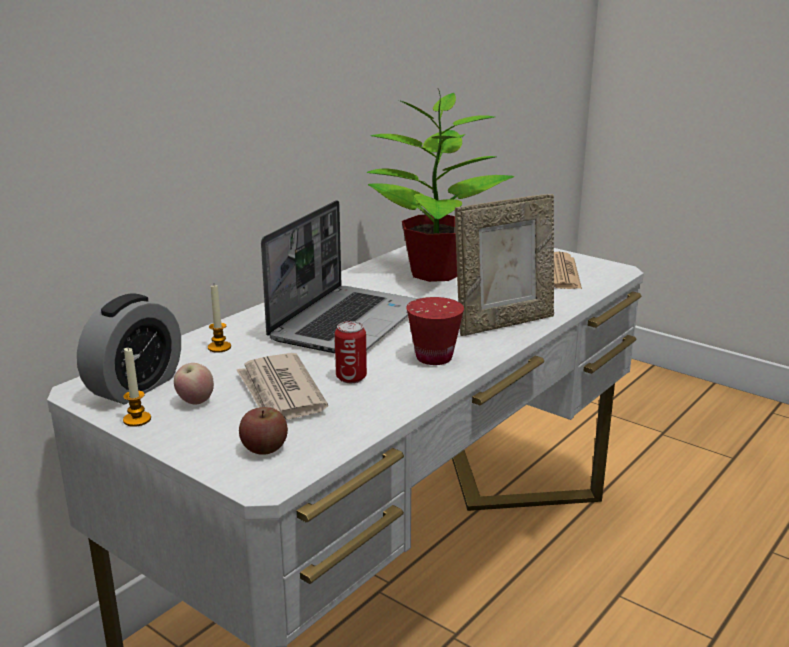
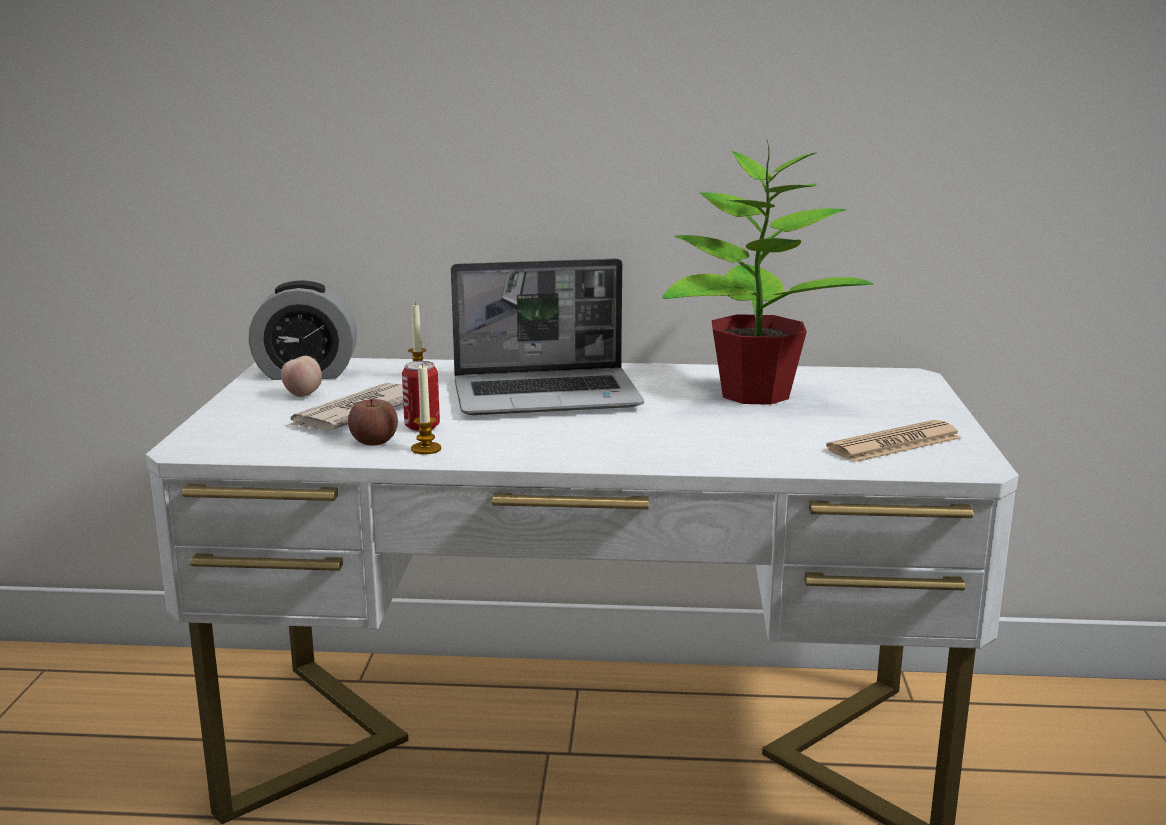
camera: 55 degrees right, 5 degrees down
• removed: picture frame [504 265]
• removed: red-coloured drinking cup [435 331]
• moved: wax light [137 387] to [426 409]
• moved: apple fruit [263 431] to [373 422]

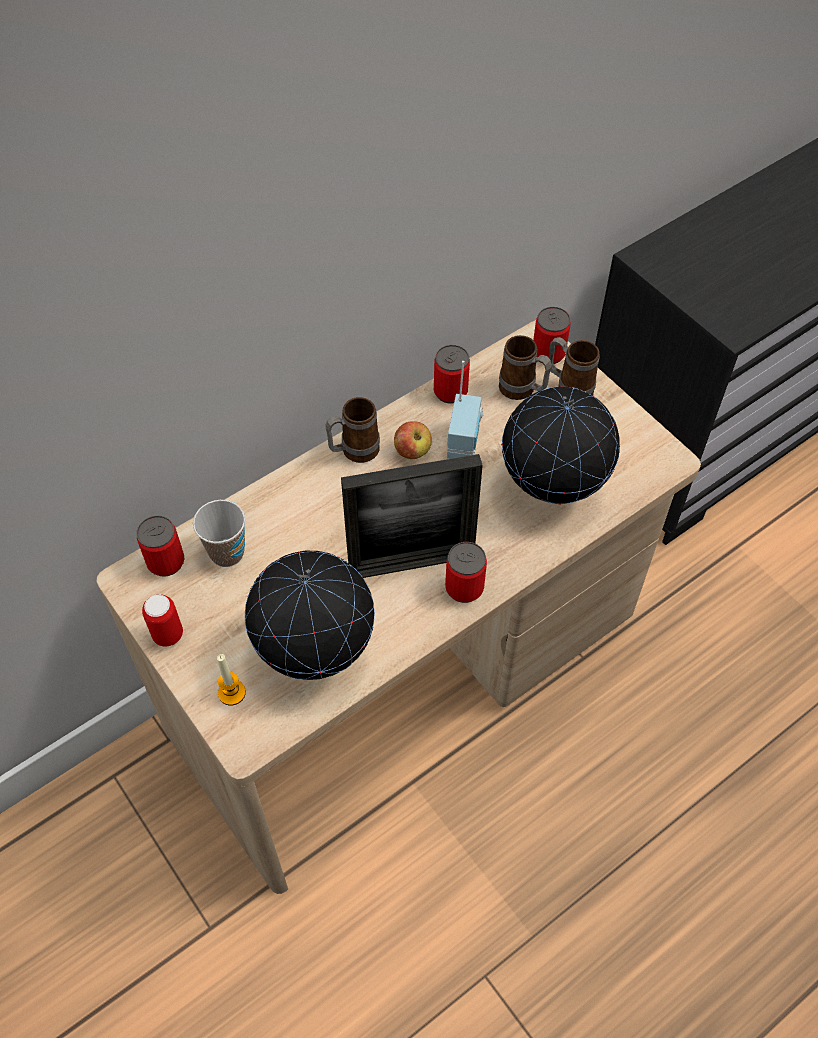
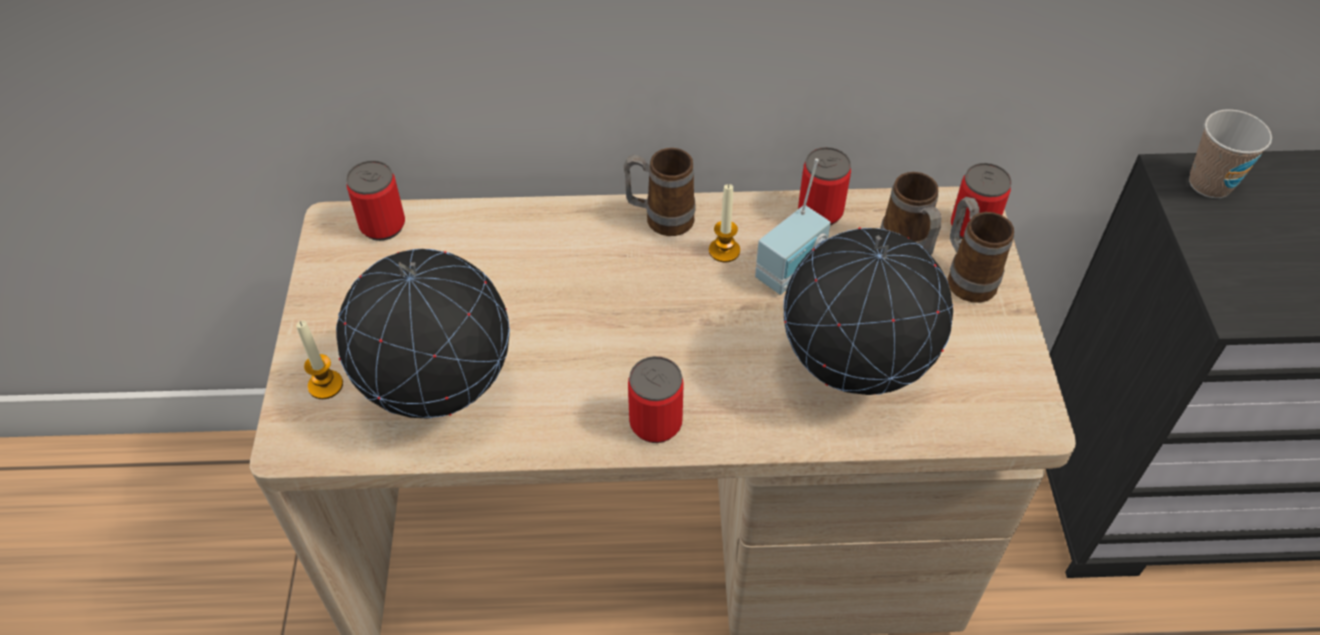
camera: 35 degrees right, 5 degrees down
• replaced: apple fruit [413 440] to wax light [724 223]
• removed: picture frame [412 516]
• moved: drinking cup [219 533] to [1230 153]
• removed: sealed can [162 620]

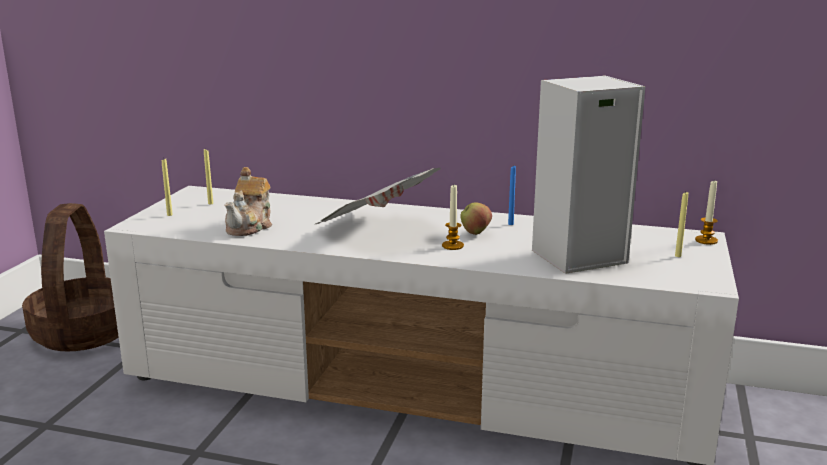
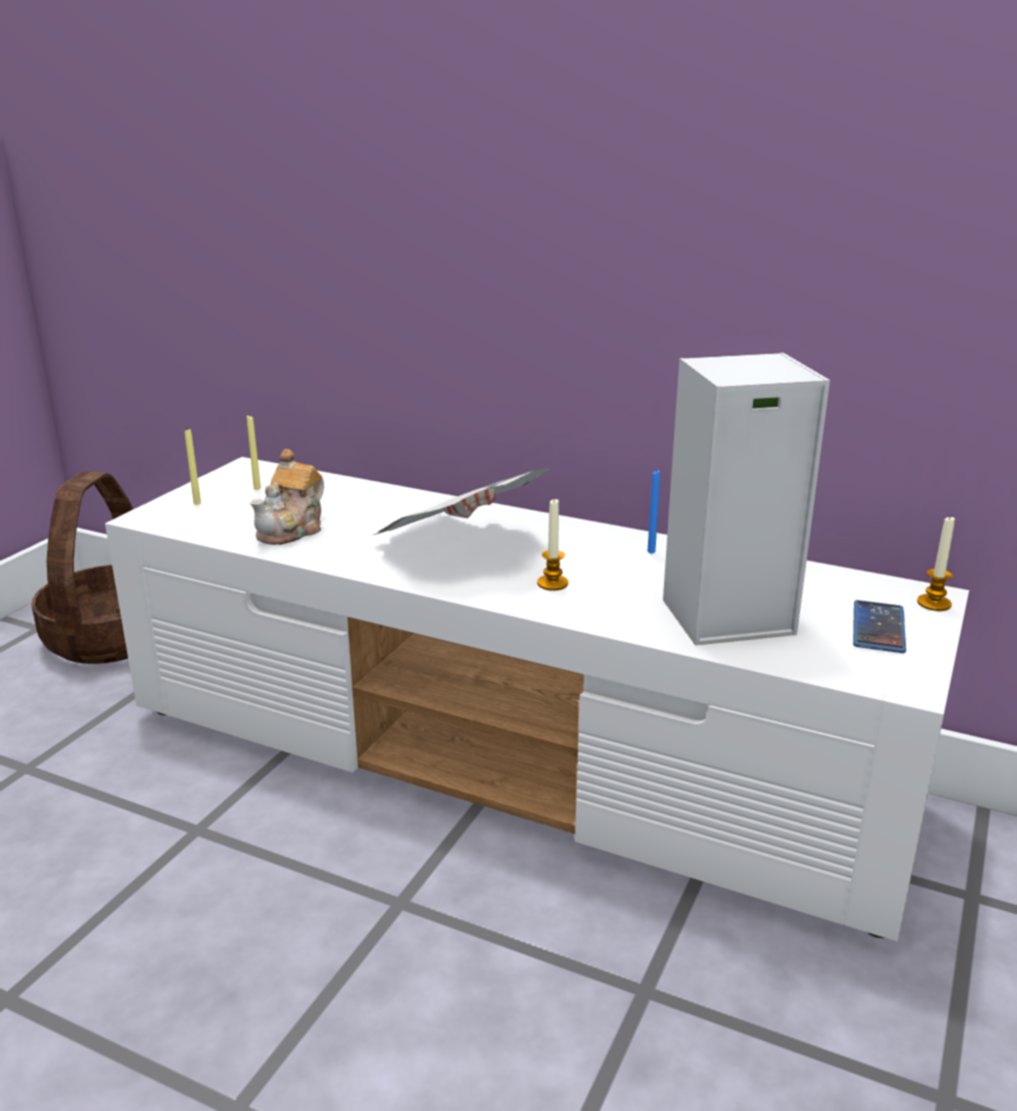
camera: 10 degrees right, 5 degrees up
• replaced: yellowish wax light [681 224] to phone [879 626]
• removed: apple fruit [476 218]

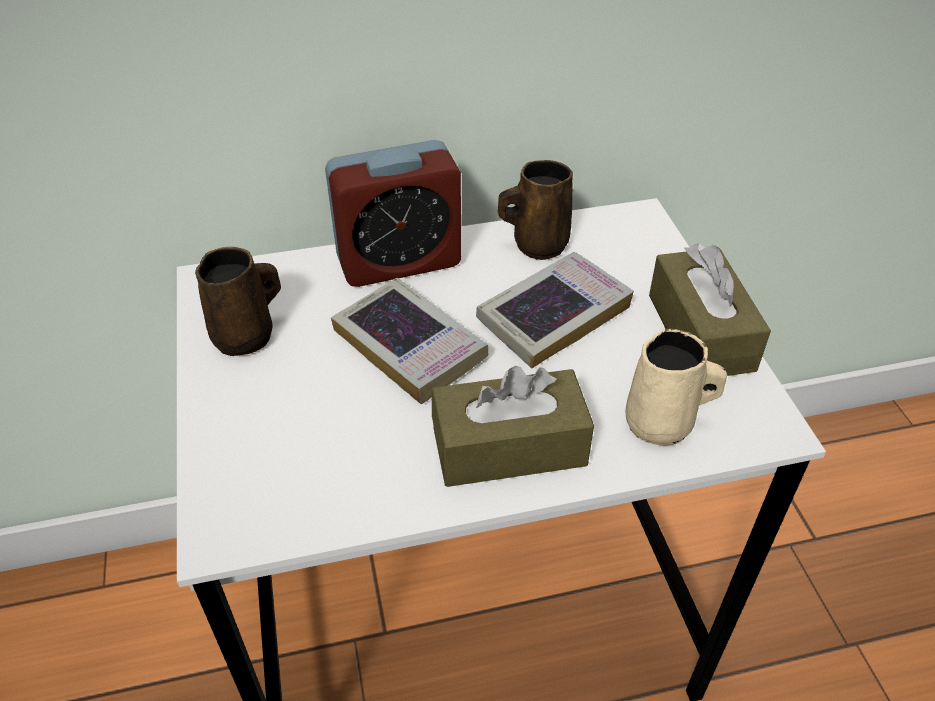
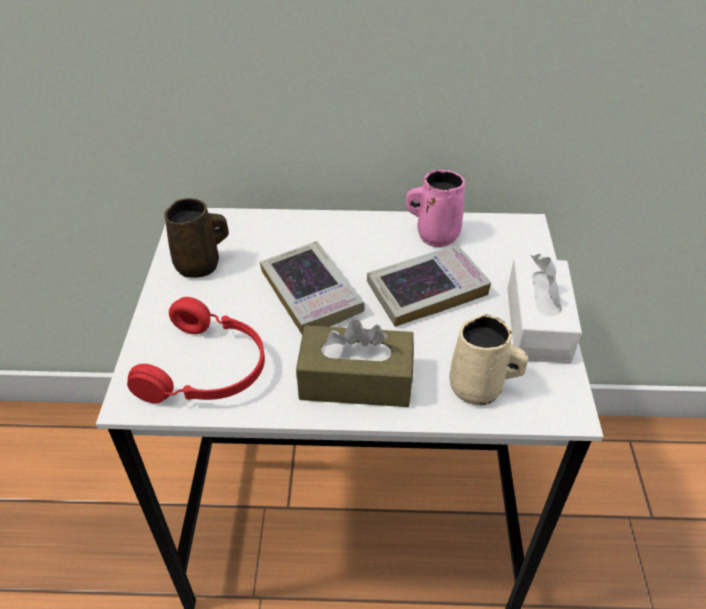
camera: 15 degrees right, 0 degrees up
• removed: bedside clock [393 213]
• recoloured: brown-coloured tea mug [535 210] to pink tea mug [435 208]
• recoloured: brown-coloured tissue holder [710 310] to whitish tissue holder [544 309]
• added: red-coloured pair of headphones [196 350]

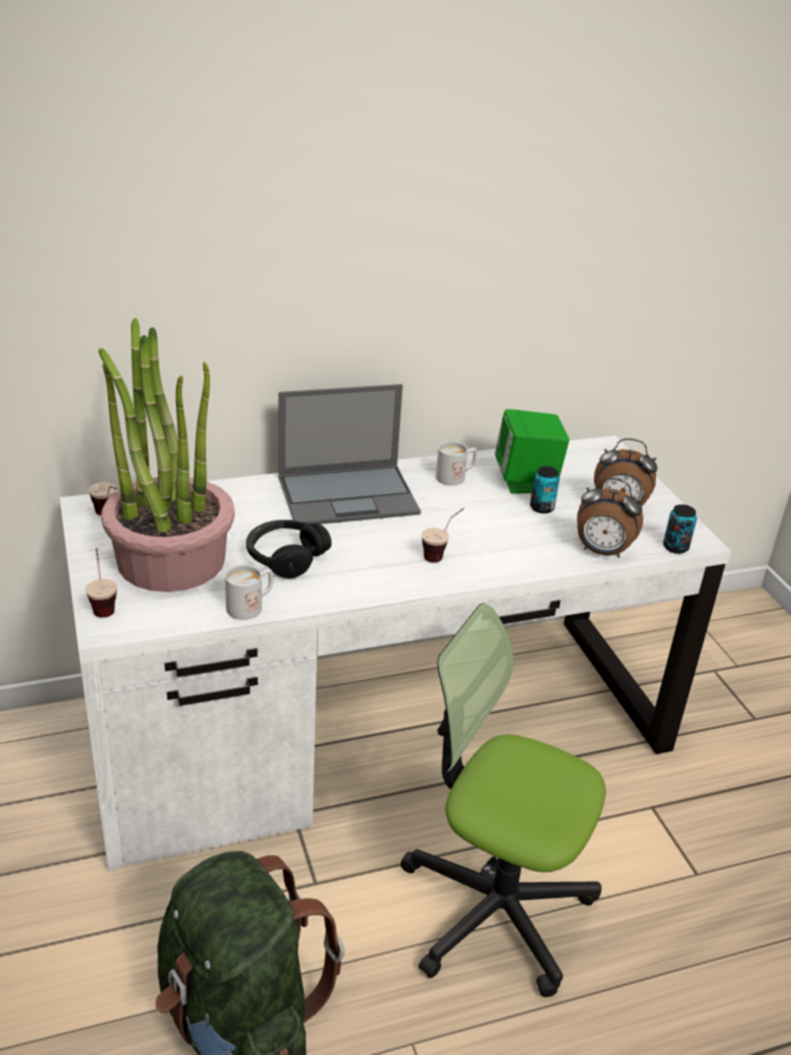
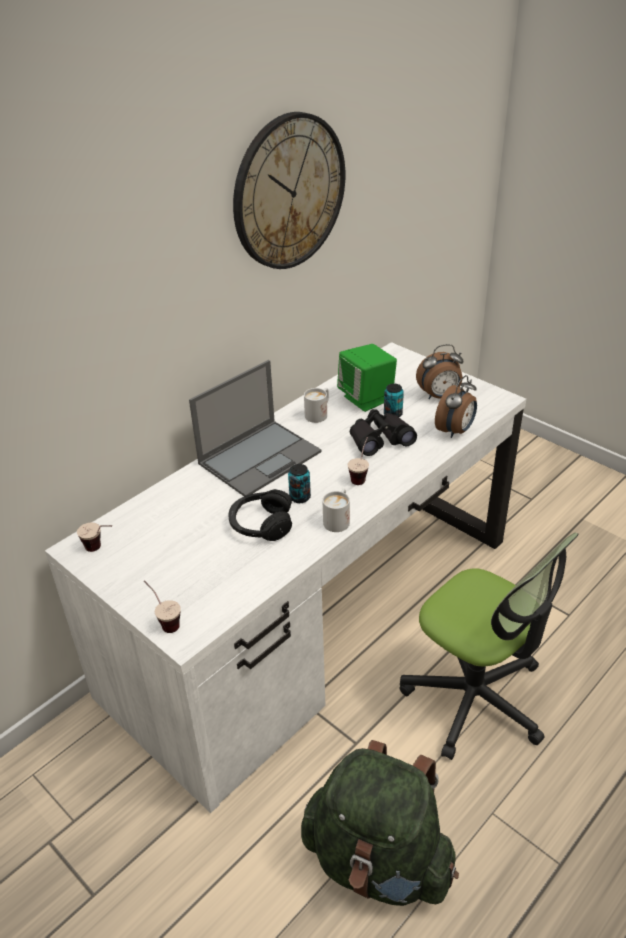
camera: 25 degrees left, 5 degrees up
• removed: potted plant [166 455]
• turned: bedside clock [610 517] = [456 406] 45 degrees counterclockwise
• moved: sealed can [680 529] to [299 483]
• moved: whitish tea mug [249 592] to [336 510]
• turned: desk chair [503 800] = [489 646] 135 degrees counterclockwise
• added: clock on the wall [289 190]
• added: blackish pair of binoculars [383 432]

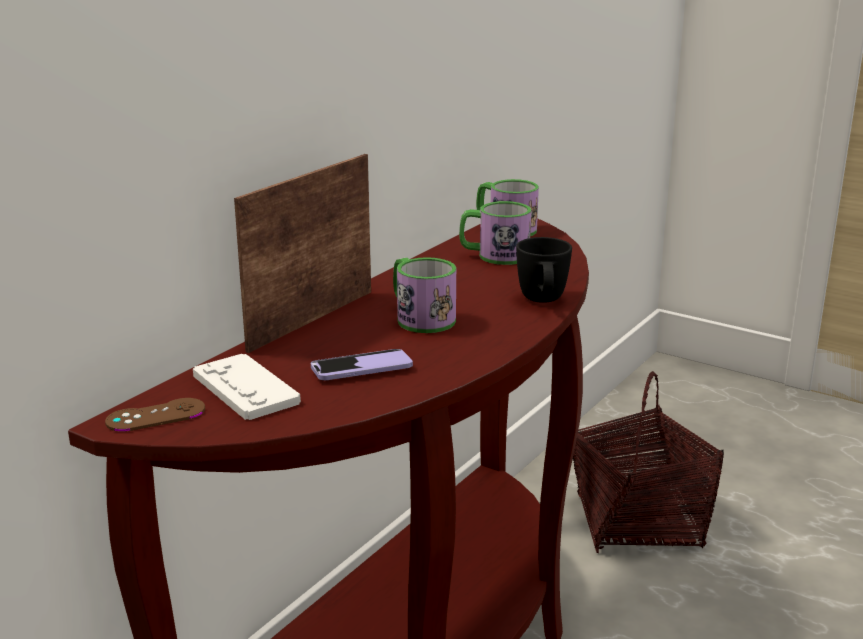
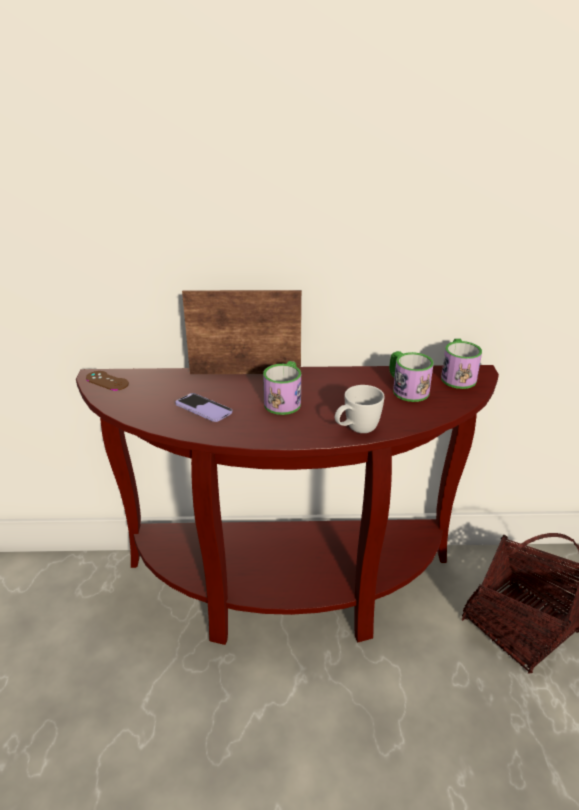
camera: 55 degrees right, 10 degrees up
• recoloured: blackish tea mug [544 270] to whitish tea mug [360 409]
• removed: whitish joypad [247 387]

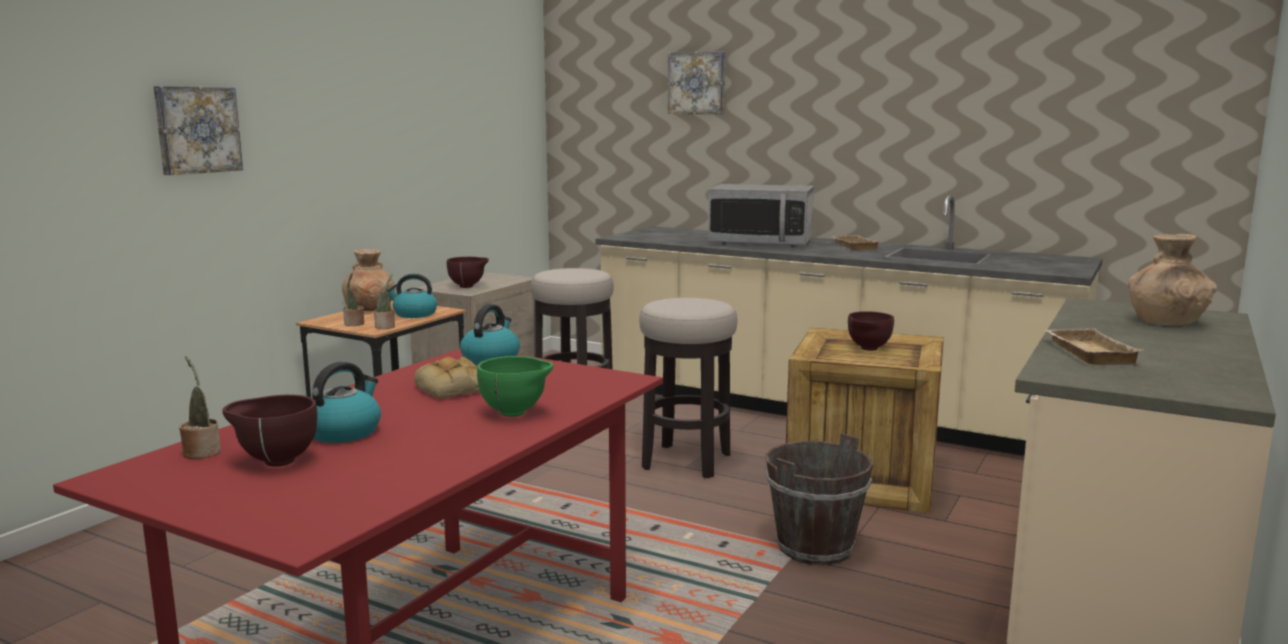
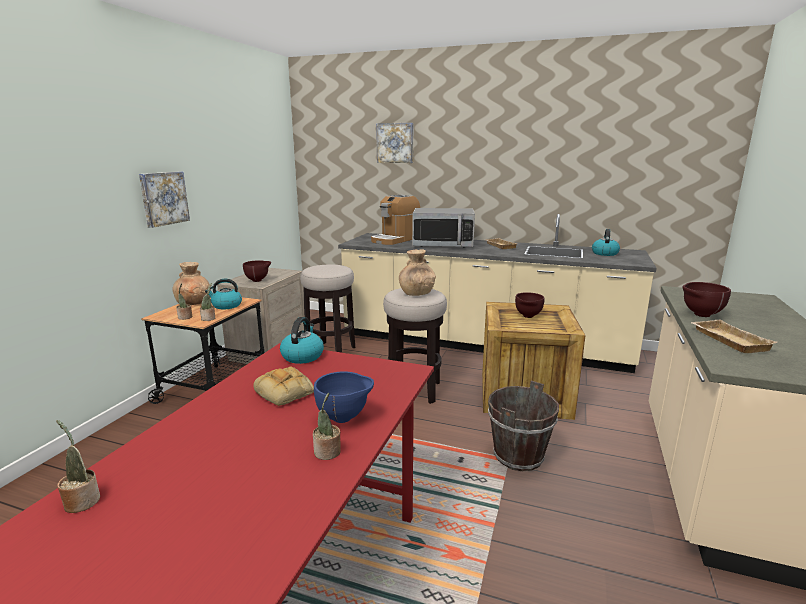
camera: 10 degrees left, 5 degrees up
• moved: picture [198 130] to [164 199]
• moved: brown-coloured flower vase [1172 279] to [417 272]
• recoloured: greenish bowl [515 386] to bluish bowl [344 397]
• moved: water kettle [346 402] to [606 242]
• moved: brown-coloured bowl [269 430] to [707 299]
• added: coffee maker [395 220]
• added: potted plant [327 426]

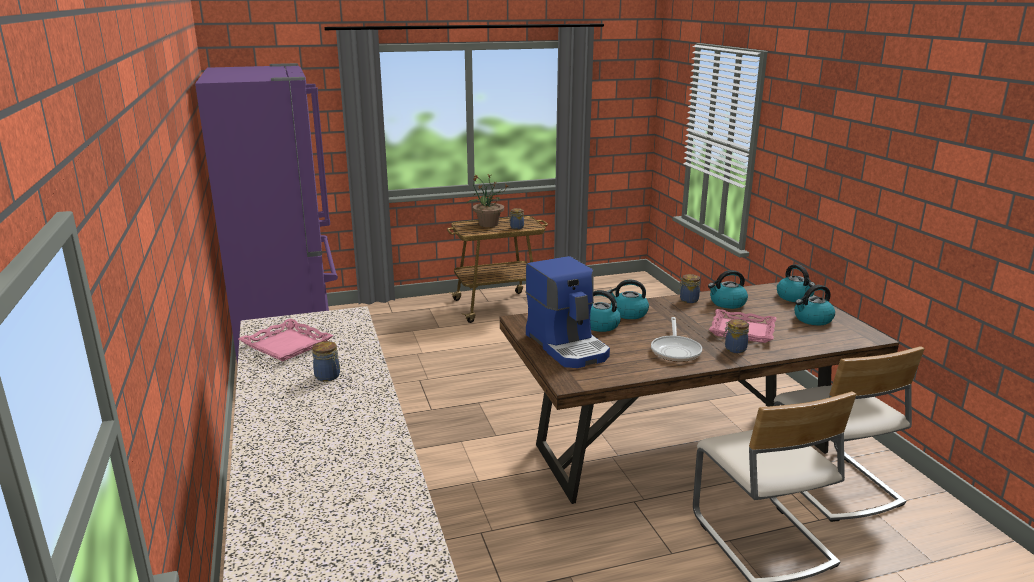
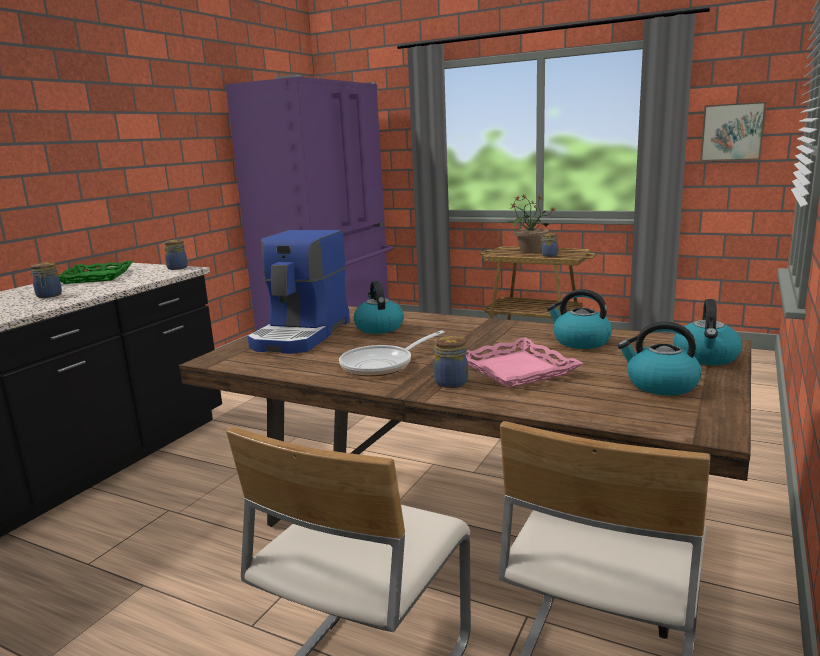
camera: 45 degrees right, 5 degrees down
• moved: preserve jar [689 288] to [176 255]
• removed: water kettle [628 299]
• recoloured: pink carrying tray [286 339] to greenish carrying tray [95 272]
• added: picture [733 131]

